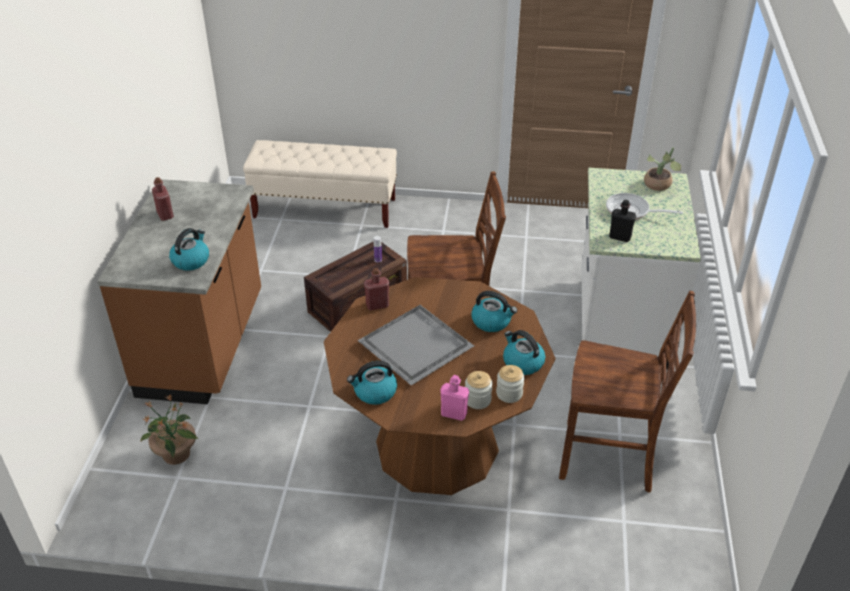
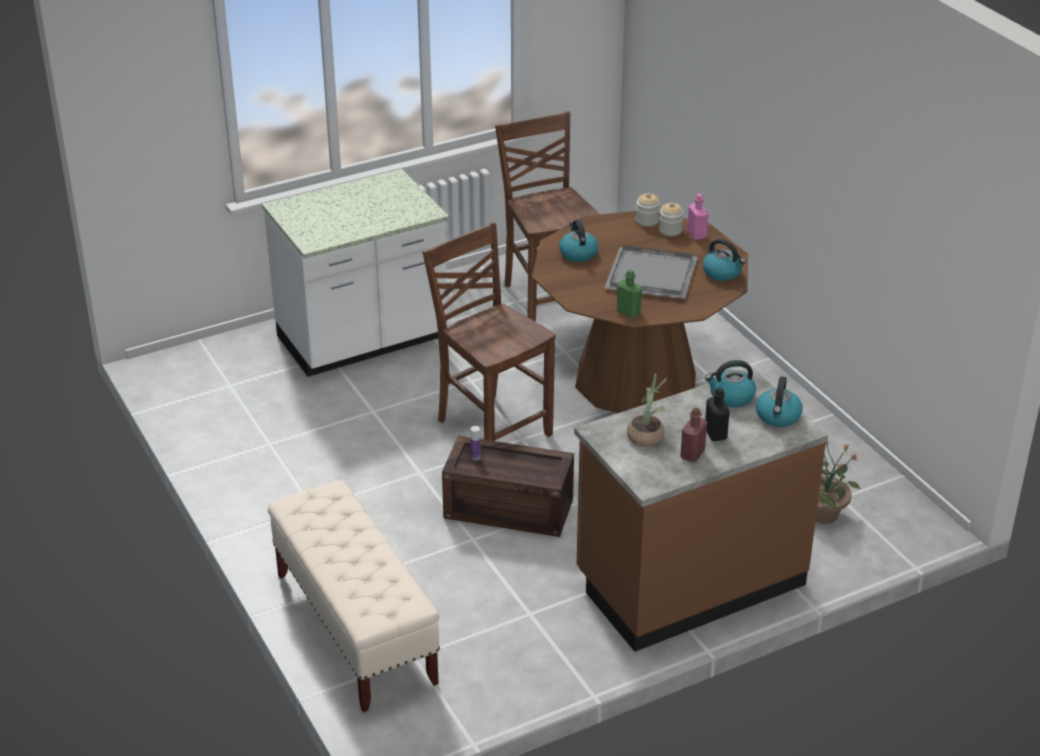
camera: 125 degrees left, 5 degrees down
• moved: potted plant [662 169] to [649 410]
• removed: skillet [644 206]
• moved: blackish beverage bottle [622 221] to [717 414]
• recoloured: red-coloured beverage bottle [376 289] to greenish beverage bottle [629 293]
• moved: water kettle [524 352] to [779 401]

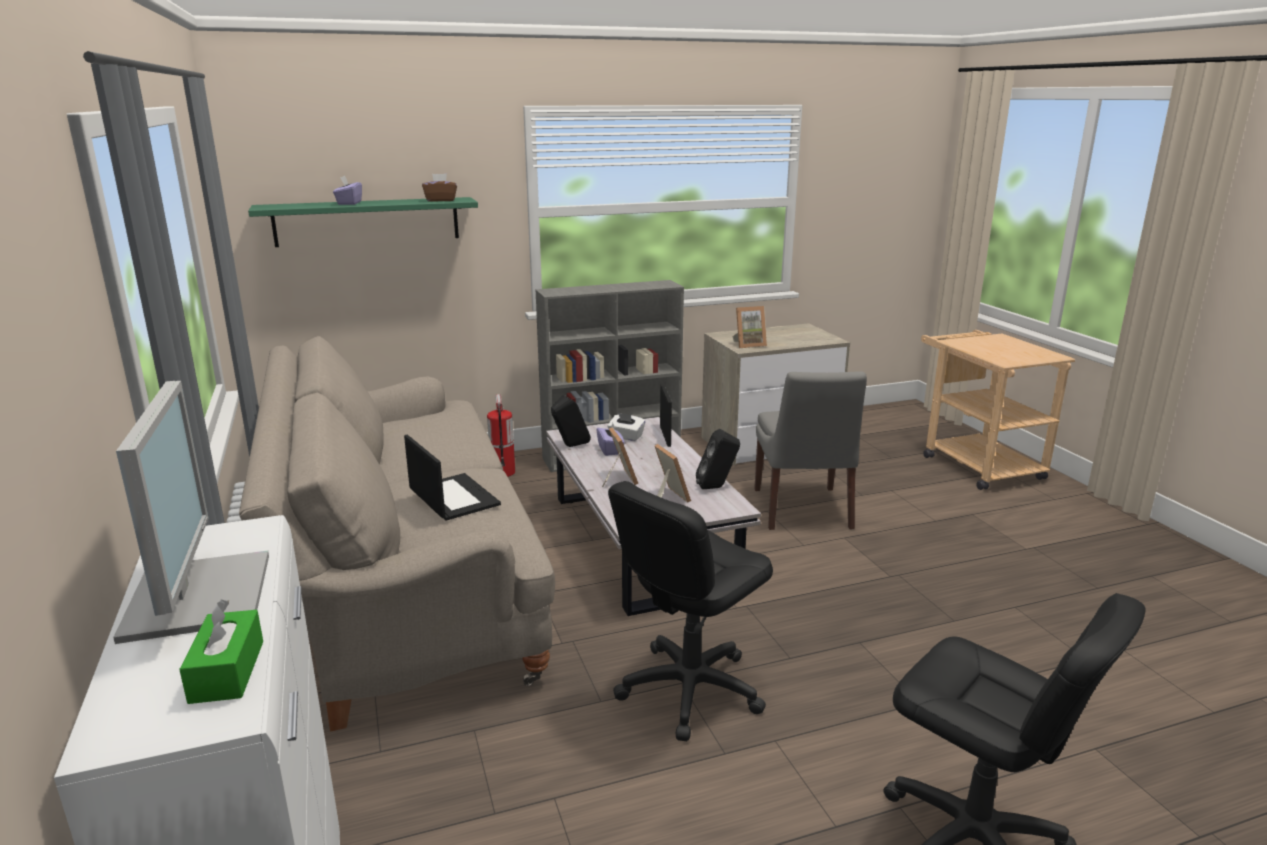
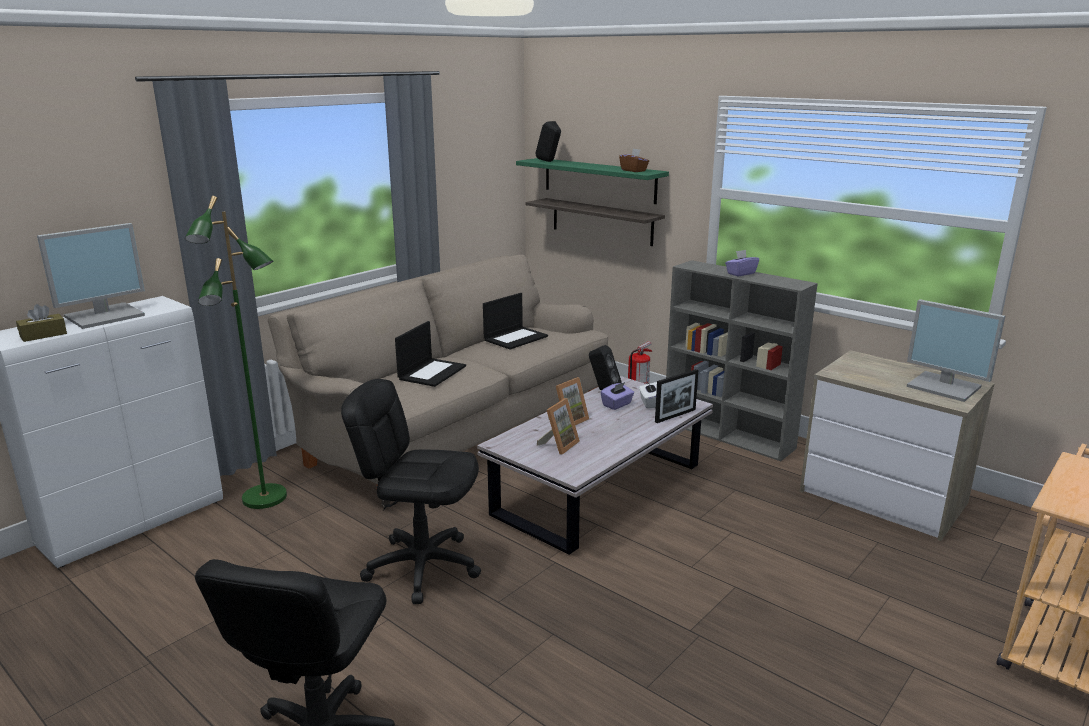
camera: 60 degrees right, 0 degrees up
• moved: purple tissue holder [347 190] to [742 263]
• removed: picture frame [749 327]
• removed: gray chair [810 450]
• moved: blackish speaker [718 459] to [548 141]
• recoloured: greenish tissue holder [221 651] to brown-coloured tissue holder [41 323]
• added: greenish standard lamp [236 352]
• added: wall shelf [595 222]
• added: notebook computer [515 321]
• added: monitor [956 350]

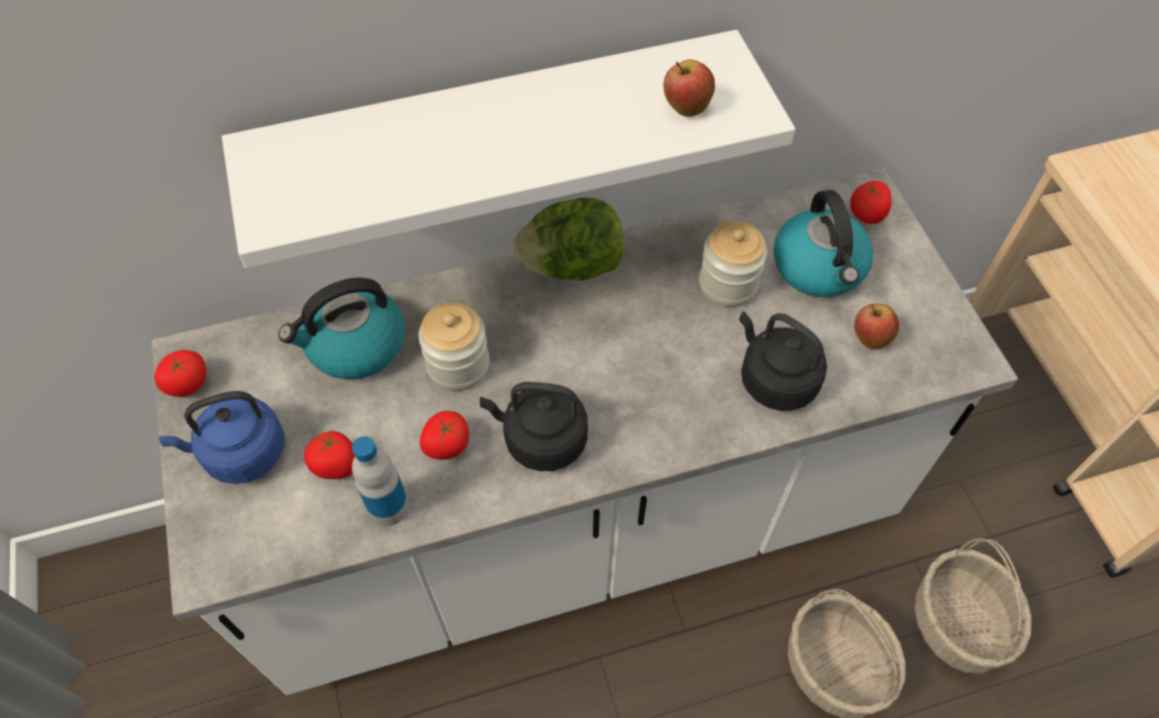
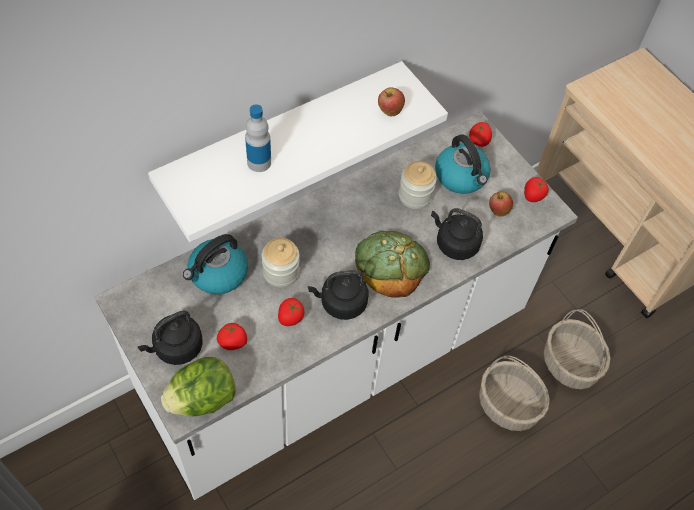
camera: 20 degrees left, 0 degrees up
• moved: lettuce [568 239] to [198 386]
• moved: fresh tomato [180 373] to [536 189]
• recoloured: bluish water kettle [222 437] to blackish water kettle [170 338]
• moved: beverage bottle [380 481] to [258 138]
• added: bread [392 264]

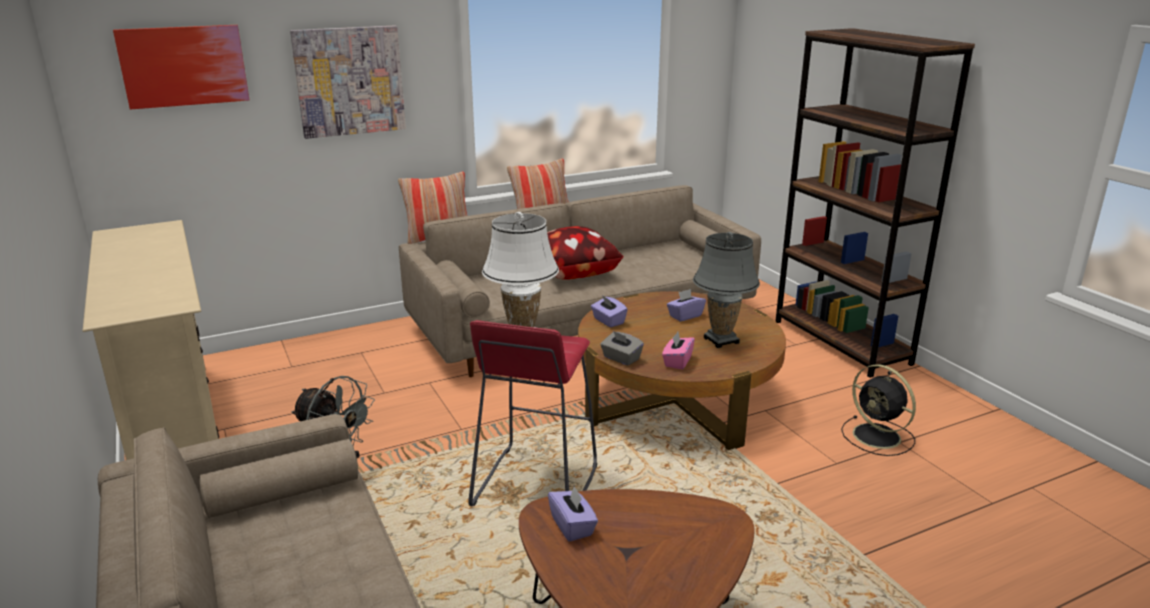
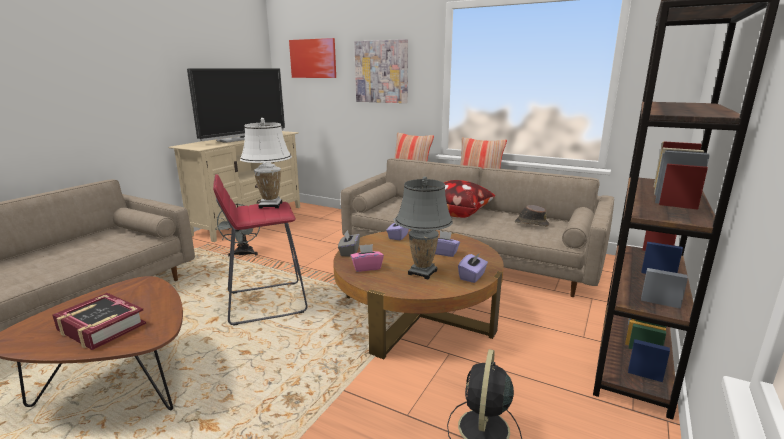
camera: 55 degrees right, 5 degrees down
• moved: purple tissue holder [573 513] to [473 268]
• added: TV set [236 106]
• added: brown-coloured hat [532 216]
• added: volume [99 321]

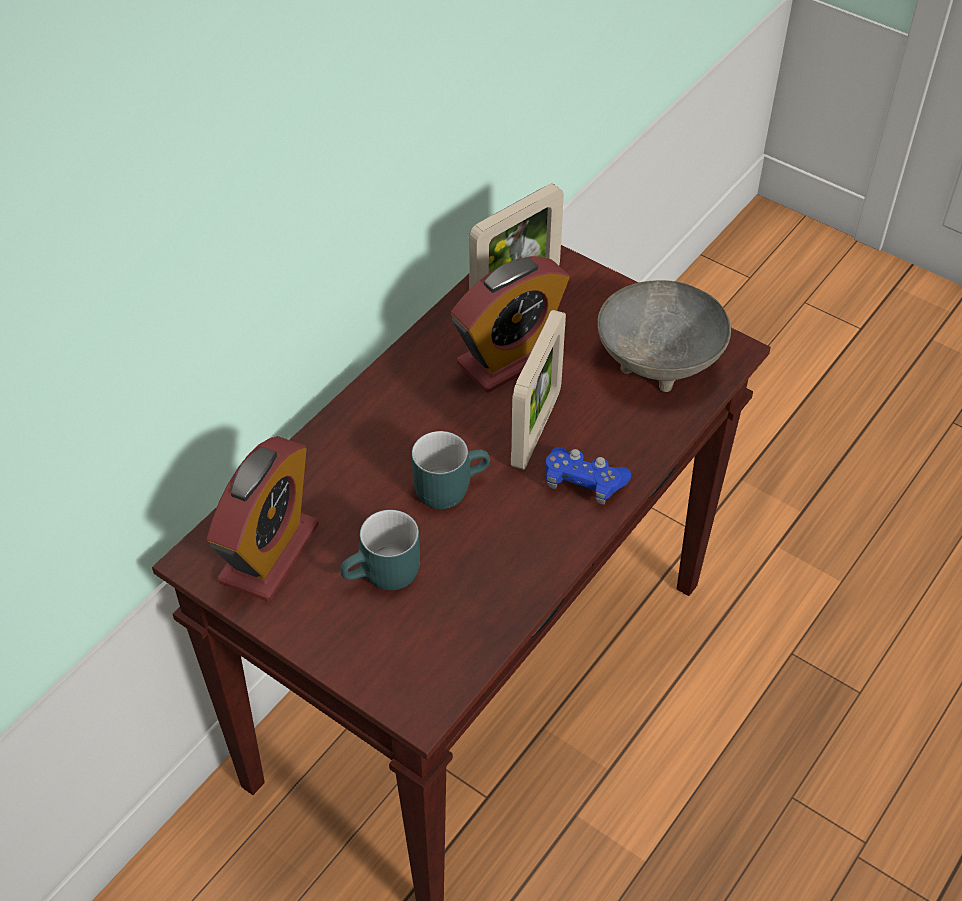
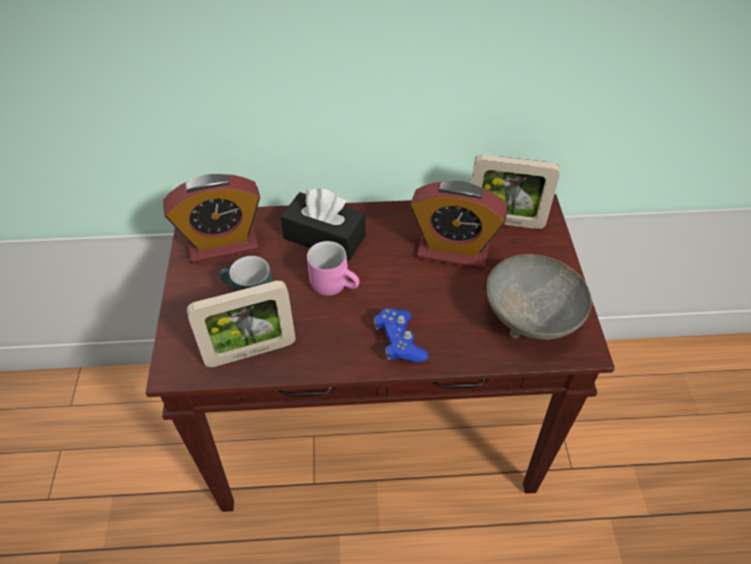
camera: 50 degrees right, 0 degrees up
• moved: picture frame [538 390] to [241 323]
• recoloured: blue-green tea mug [451 470] to pink tea mug [333 268]
• added: blackish tissue holder [323 224]

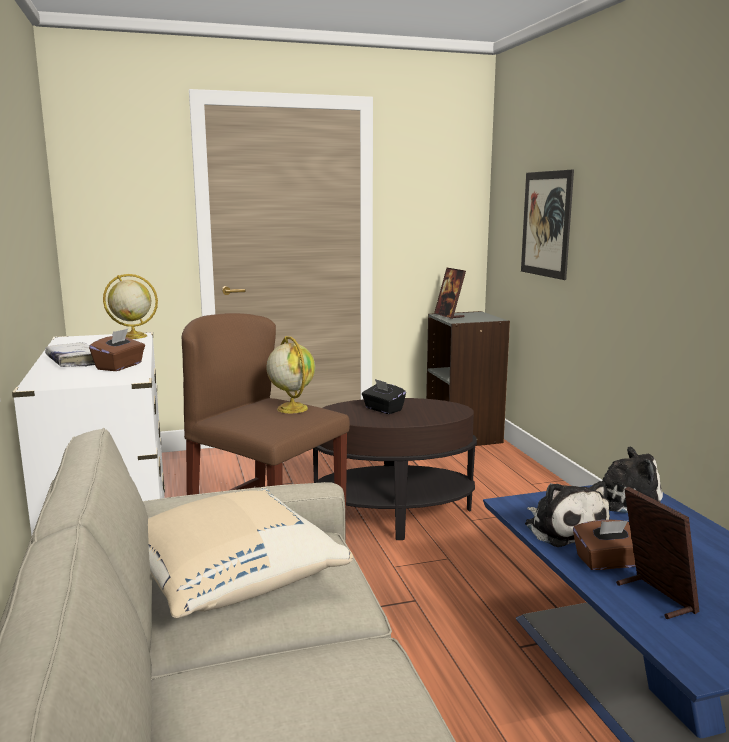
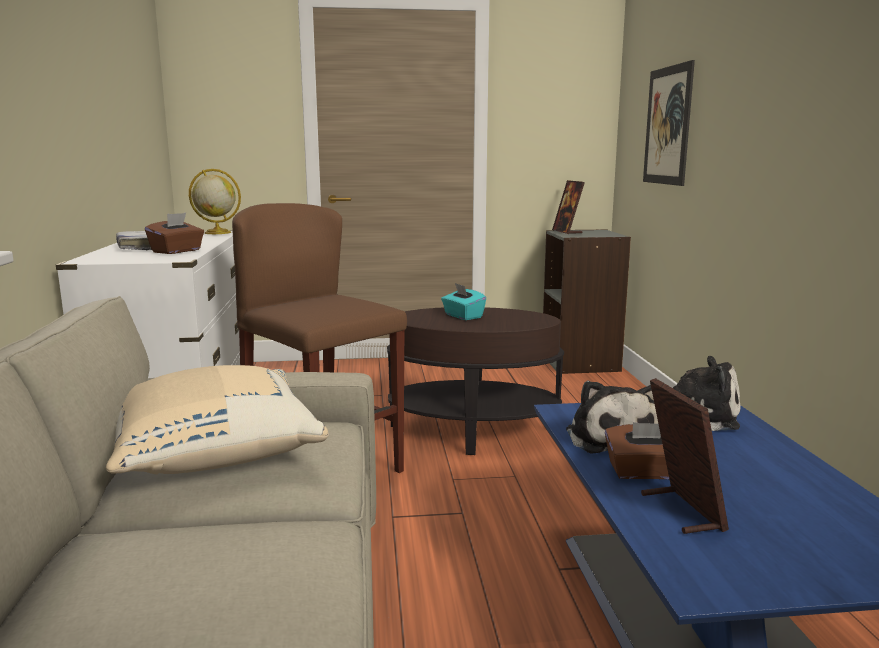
camera: 10 degrees right, 0 degrees up
• removed: desk globe [290 374]
• recoloured: blackish tissue holder [384 396] to blue-green tissue holder [463 301]

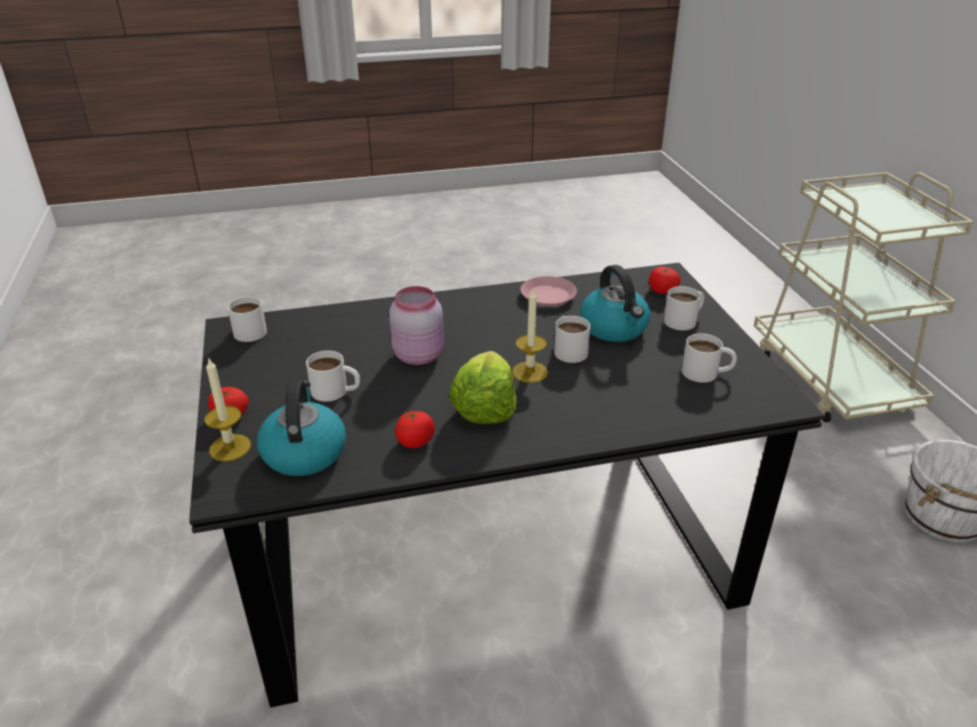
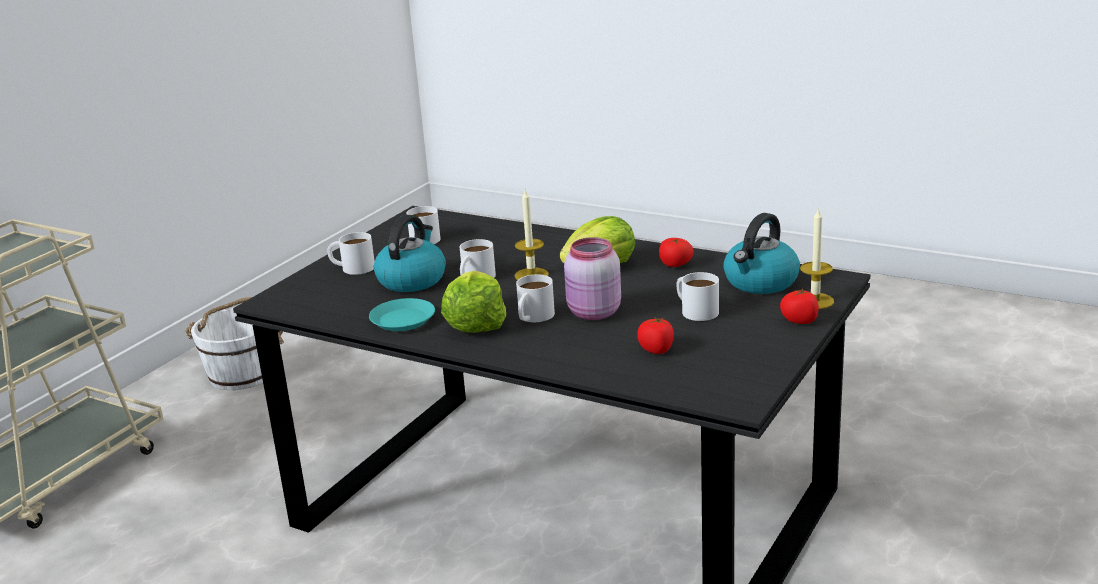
camera: 135 degrees left, 10 degrees down
• moved: fresh tomato [665 280] to [655 335]
• recoloured: pink dinner plate [549 291] to blue-green dinner plate [402 314]
• moved: whitish tea mug [247 319] to [535 298]
• added: lettuce [473 302]

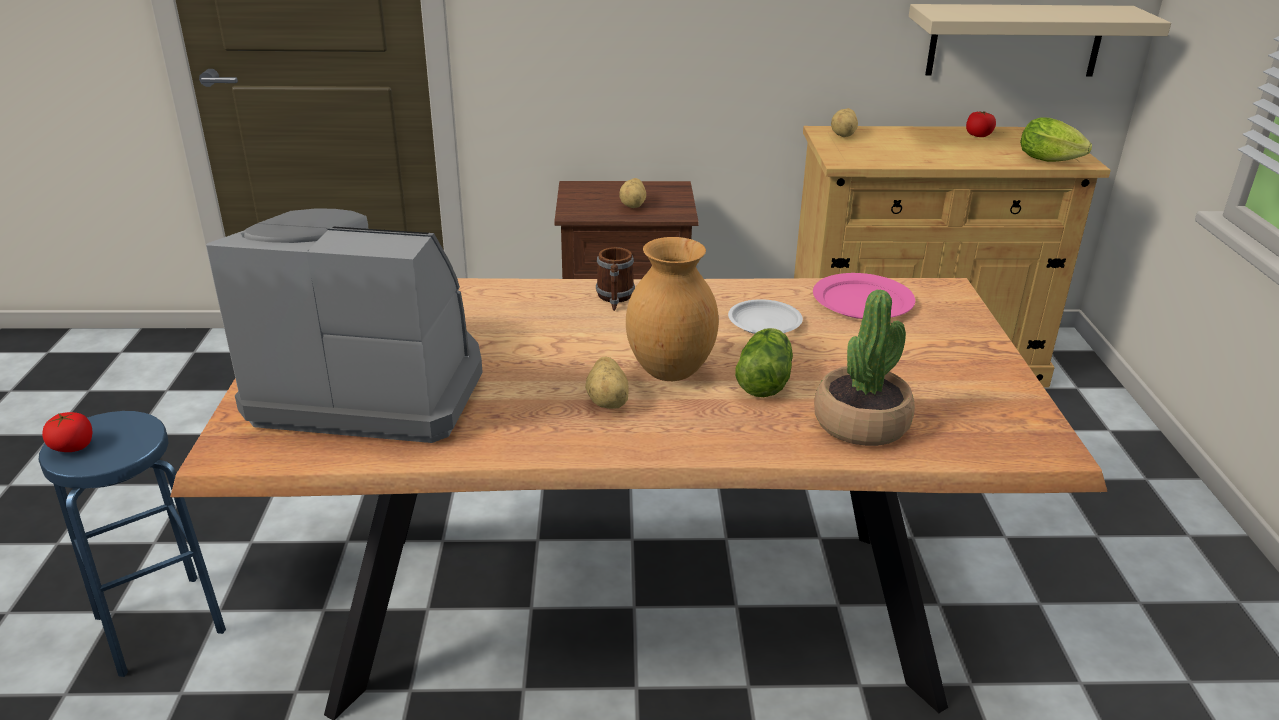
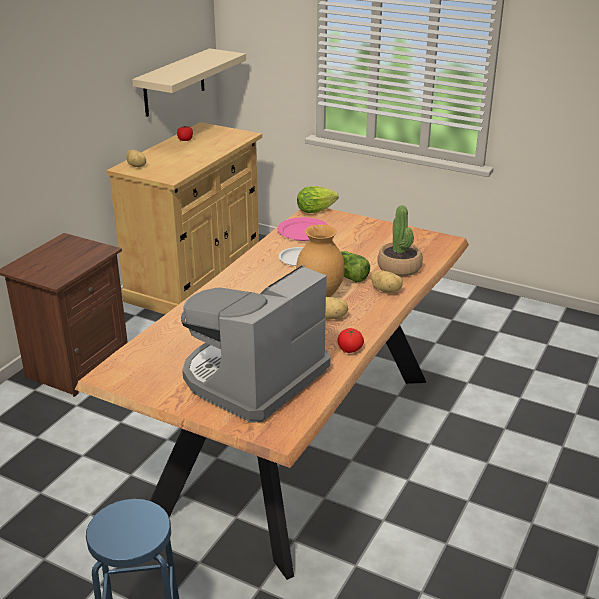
camera: 60 degrees left, 0 degrees up
• moved: lettuce [1056 139] to [318 199]
• moved: whole potato [632 193] to [387 281]
• removed: tea mug [615 279]
• moved: fresh tomato [67 432] to [350 340]

